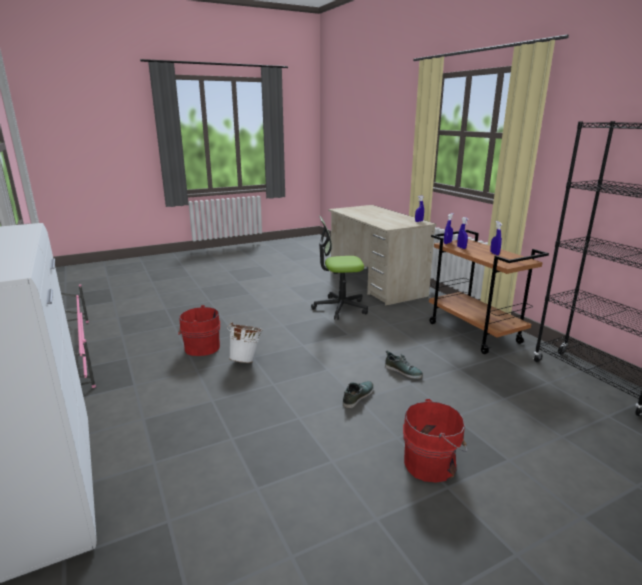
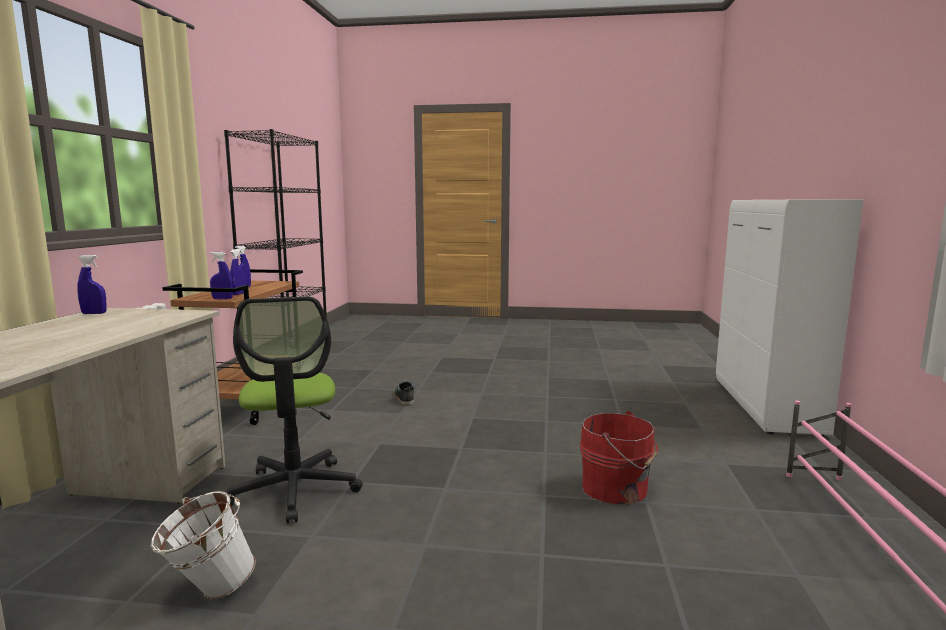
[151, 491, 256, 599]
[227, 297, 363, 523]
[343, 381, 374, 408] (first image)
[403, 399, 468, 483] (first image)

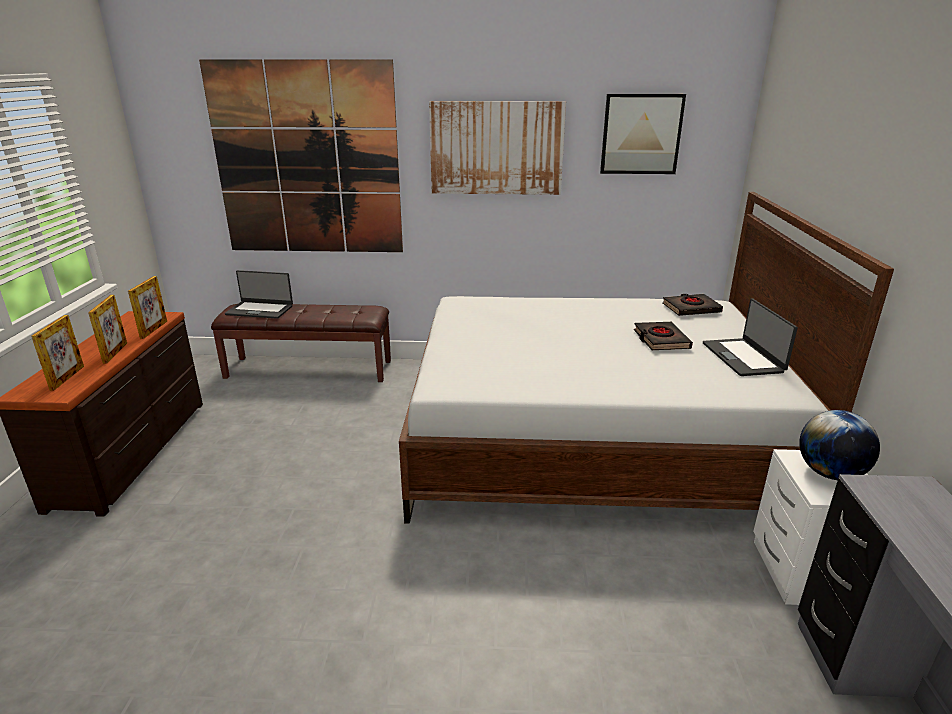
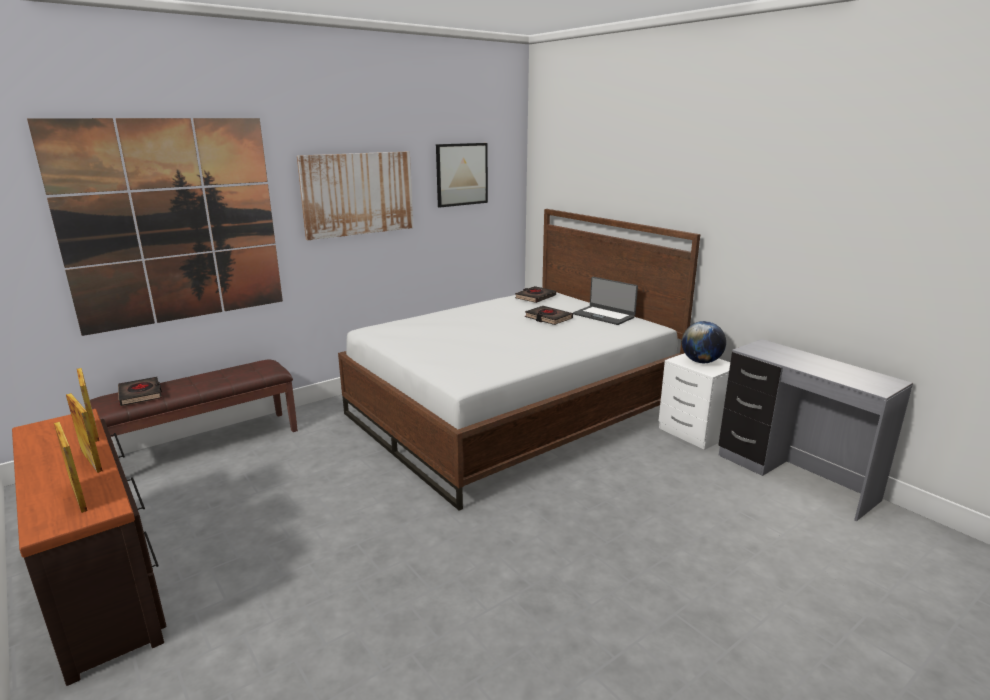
[118, 377, 162, 406]

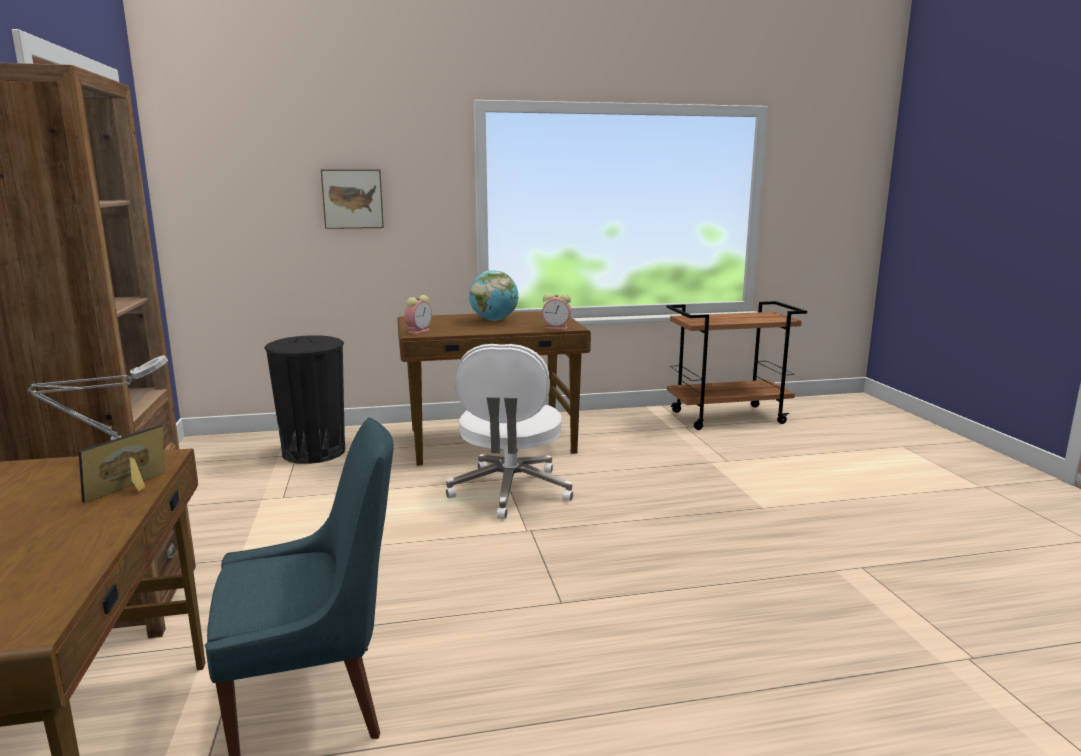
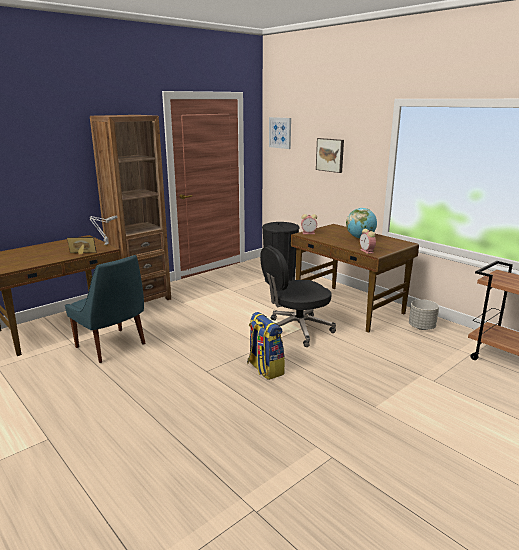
[247, 312, 285, 380]
[260, 245, 336, 347]
[269, 117, 291, 149]
[409, 299, 439, 330]

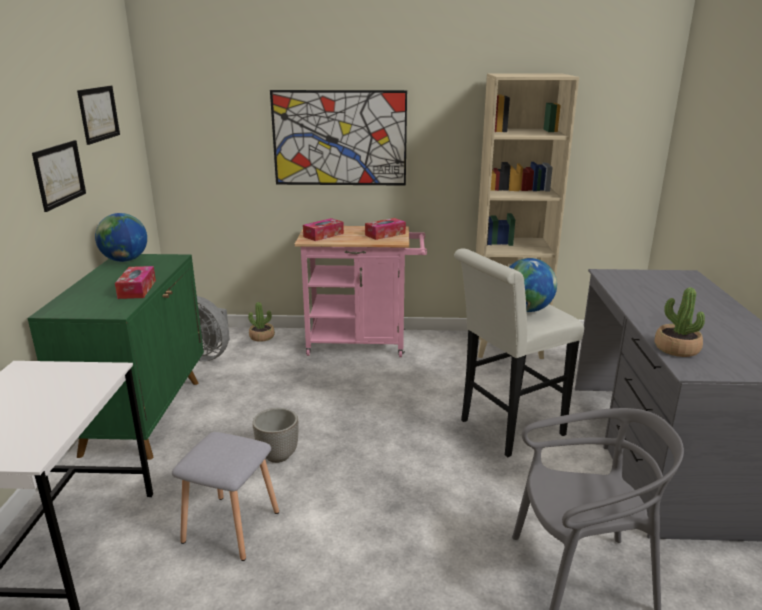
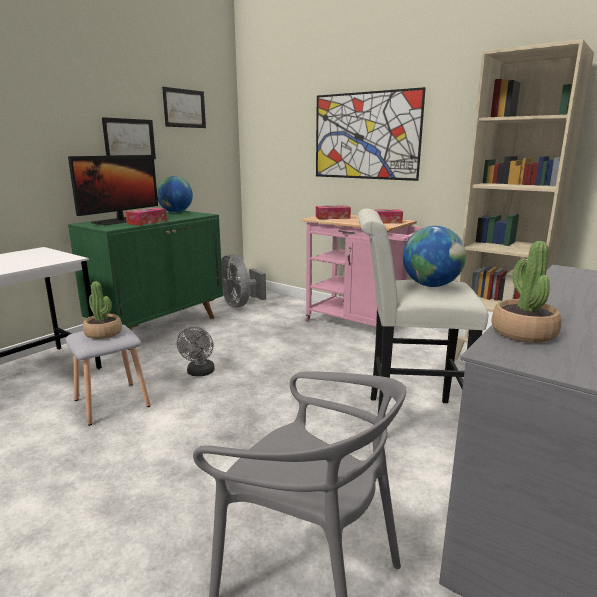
[68, 155, 158, 225]
[83, 281, 122, 339]
[177, 327, 215, 376]

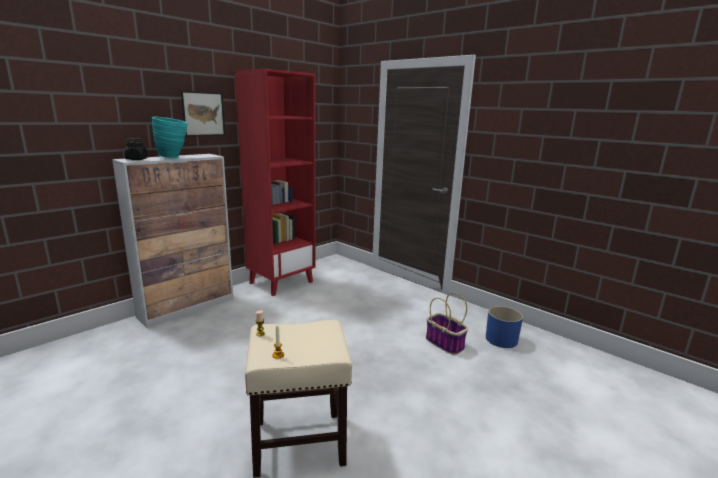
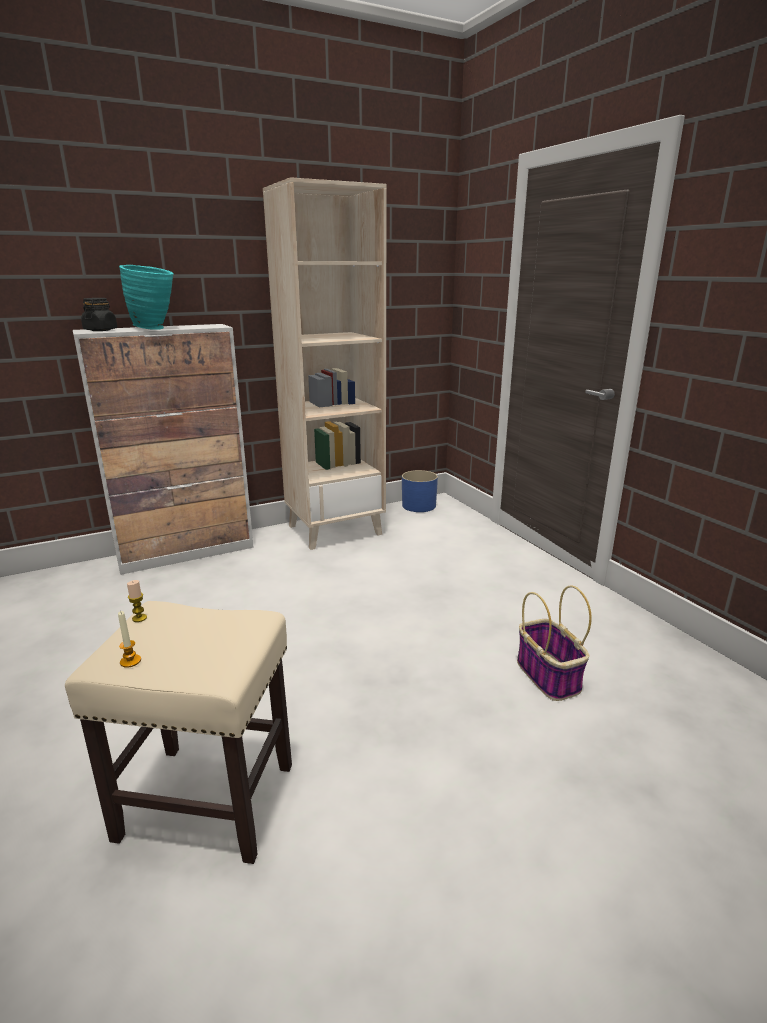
[263, 177, 387, 550]
[402, 470, 438, 512]
[181, 91, 225, 136] (first image)

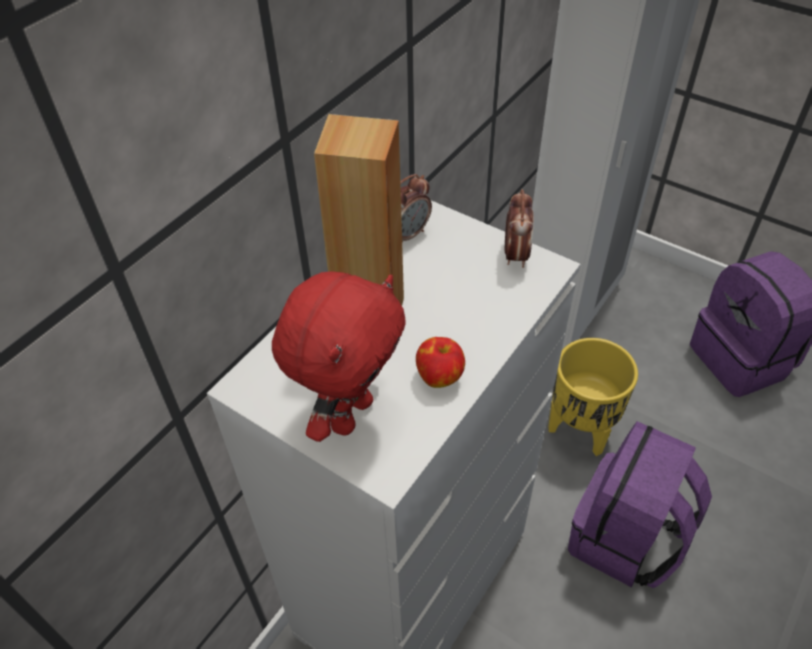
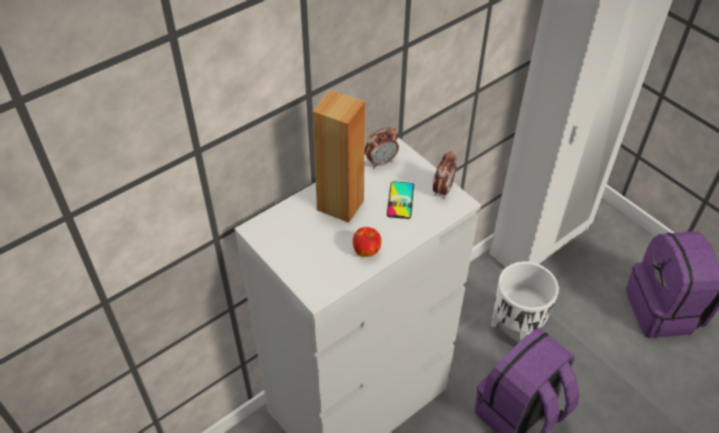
[387, 181, 414, 219]
[491, 261, 559, 341]
[272, 271, 406, 442] (first image)

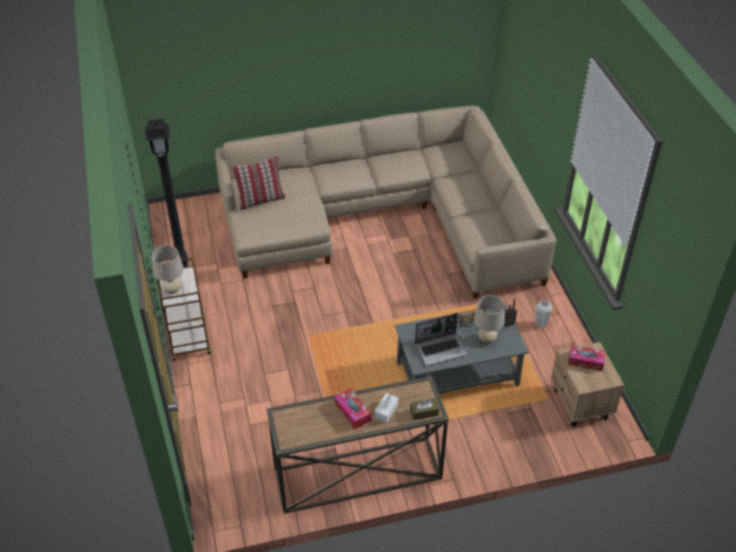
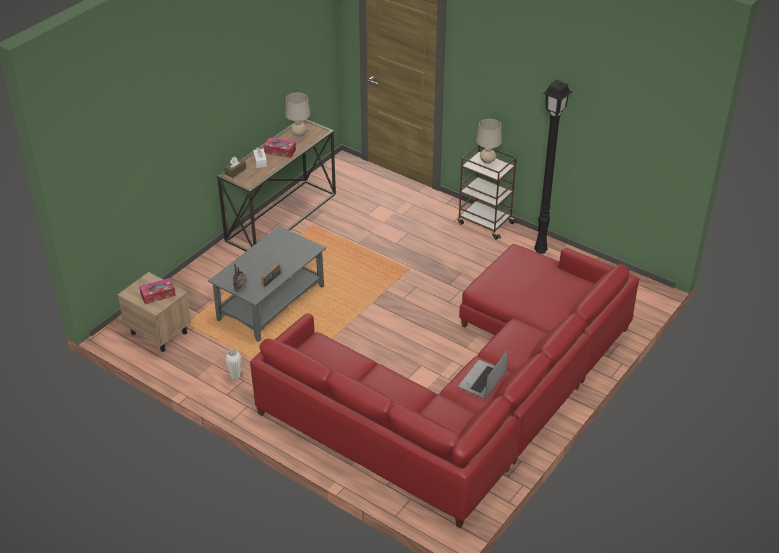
[250, 244, 639, 528]
[285, 92, 310, 137]
[458, 350, 508, 399]
[232, 156, 285, 210] (first image)

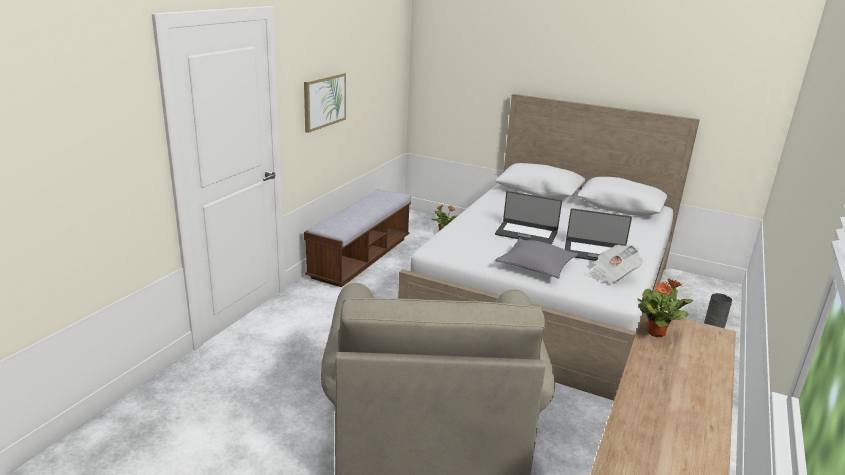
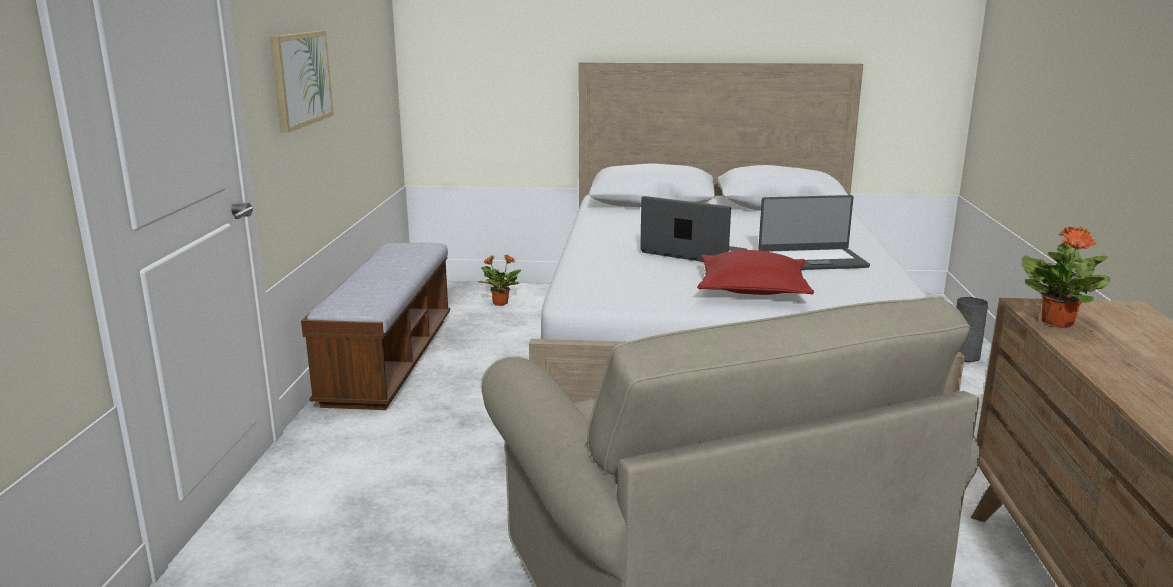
[640, 196, 747, 262]
[697, 250, 814, 295]
[588, 245, 642, 283] (first image)

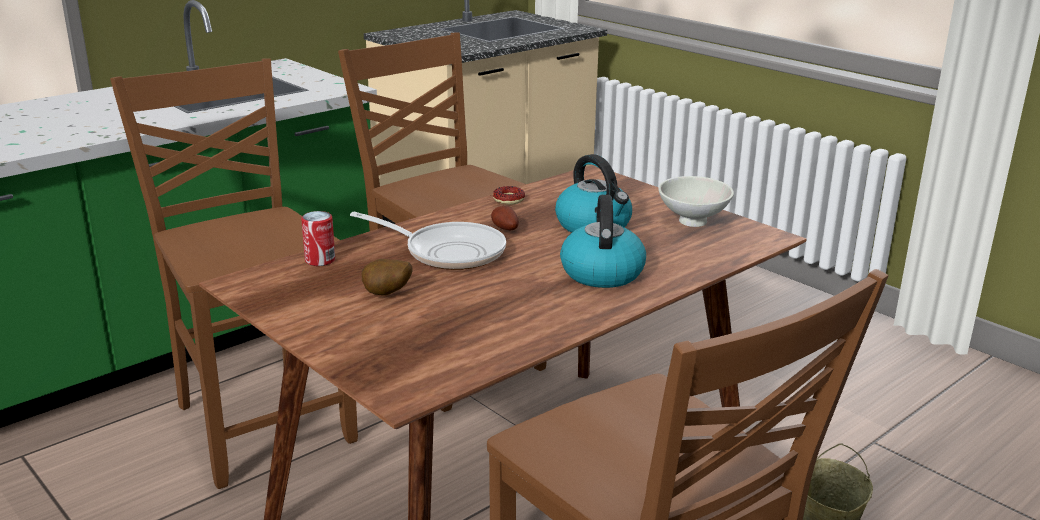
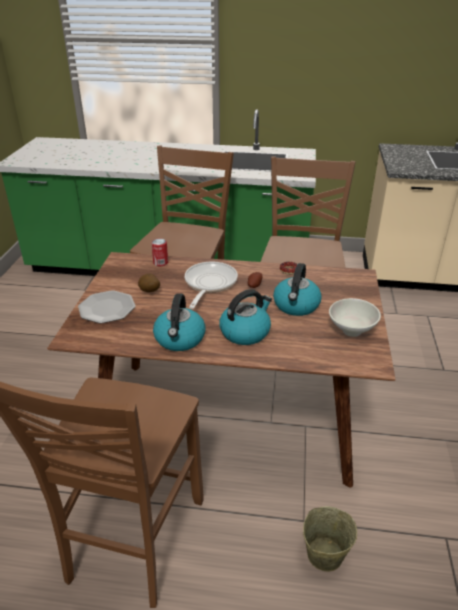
[78, 290, 136, 323]
[153, 293, 205, 351]
[185, 262, 238, 309]

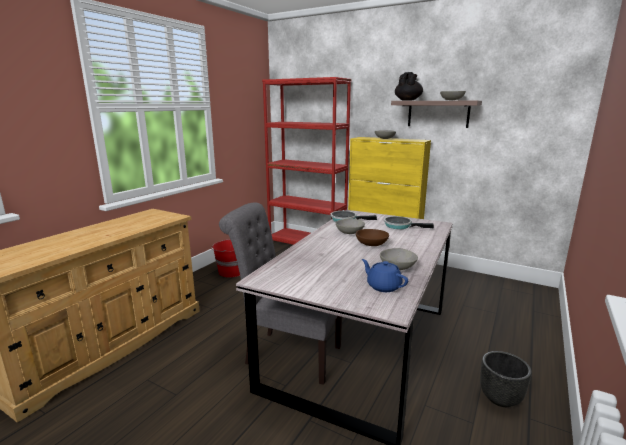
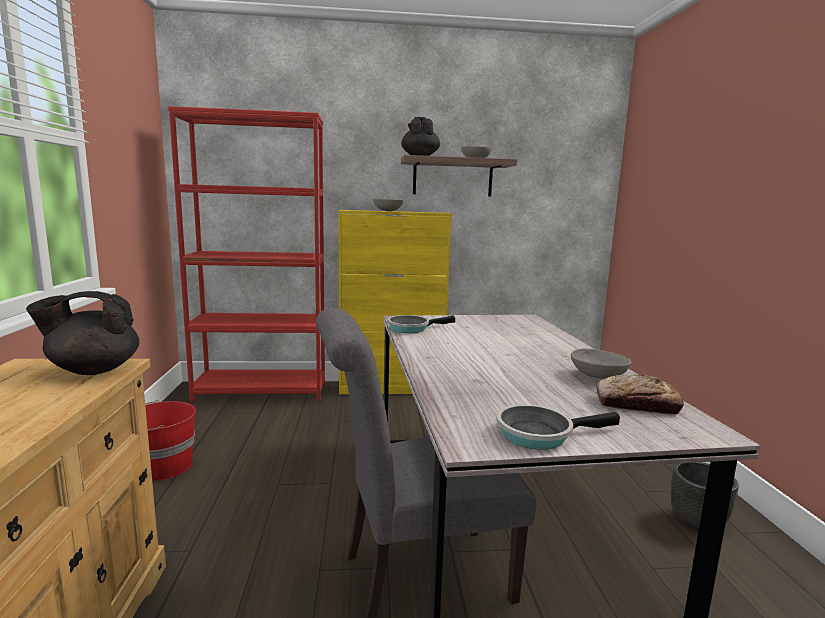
[26, 291, 139, 375]
[497, 404, 620, 450]
[596, 375, 684, 415]
[336, 219, 365, 234] (first image)
[356, 229, 389, 246] (first image)

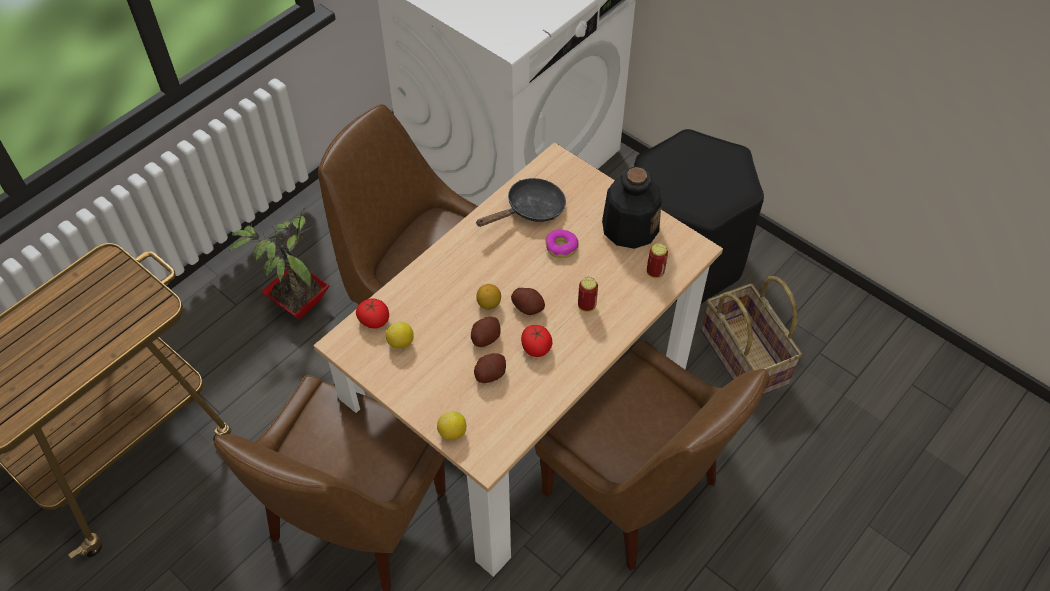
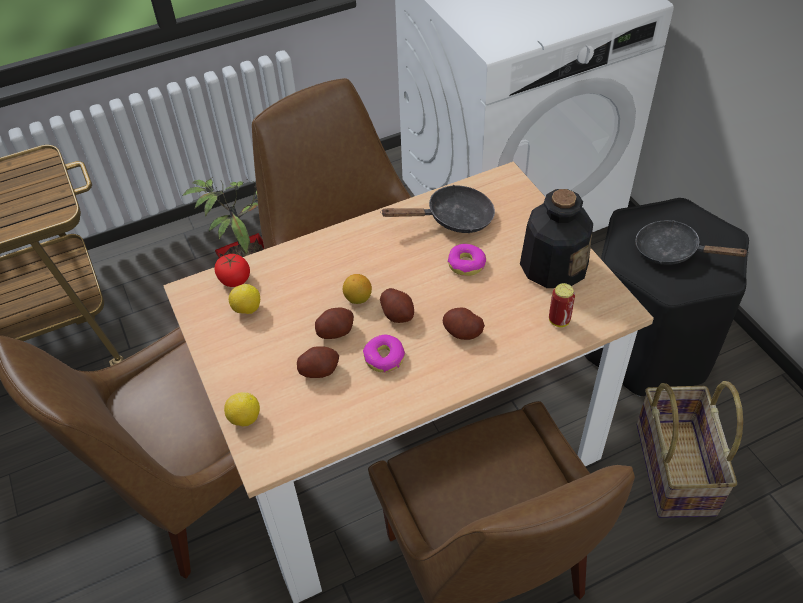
[363, 335, 405, 372]
[443, 308, 485, 340]
[635, 220, 749, 265]

